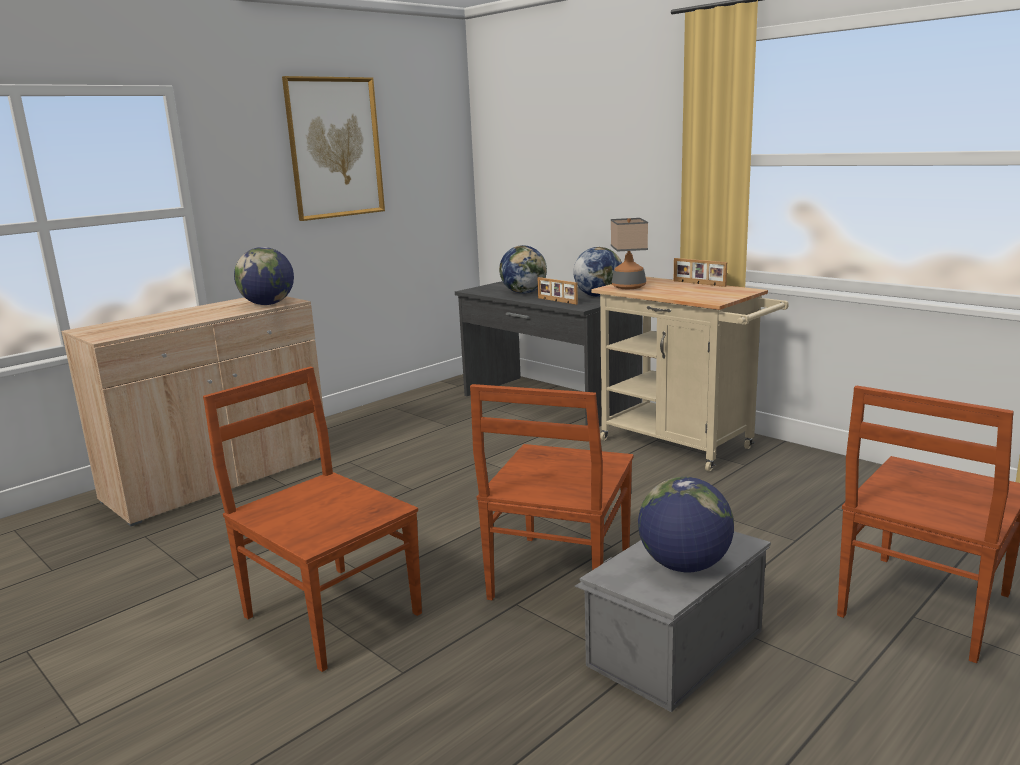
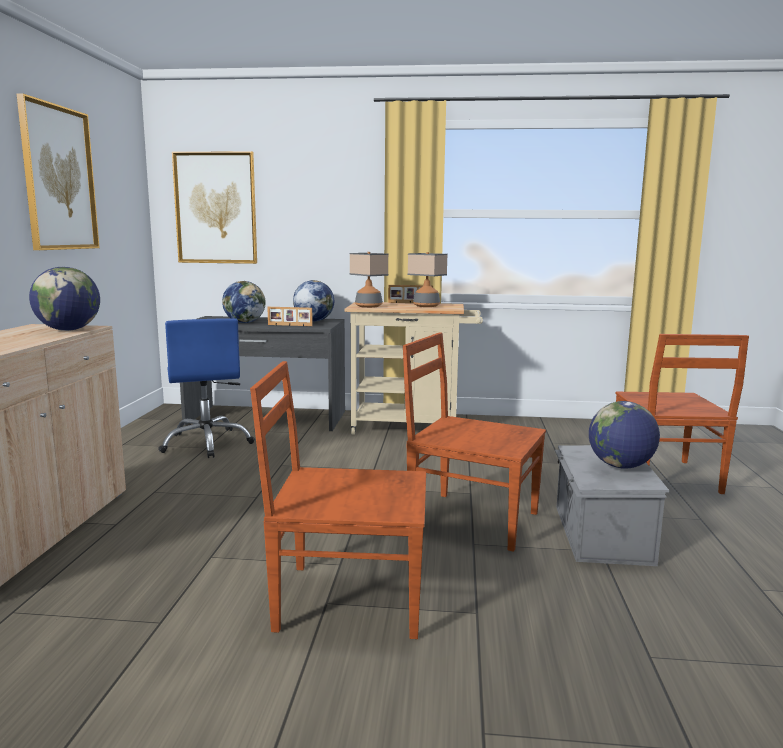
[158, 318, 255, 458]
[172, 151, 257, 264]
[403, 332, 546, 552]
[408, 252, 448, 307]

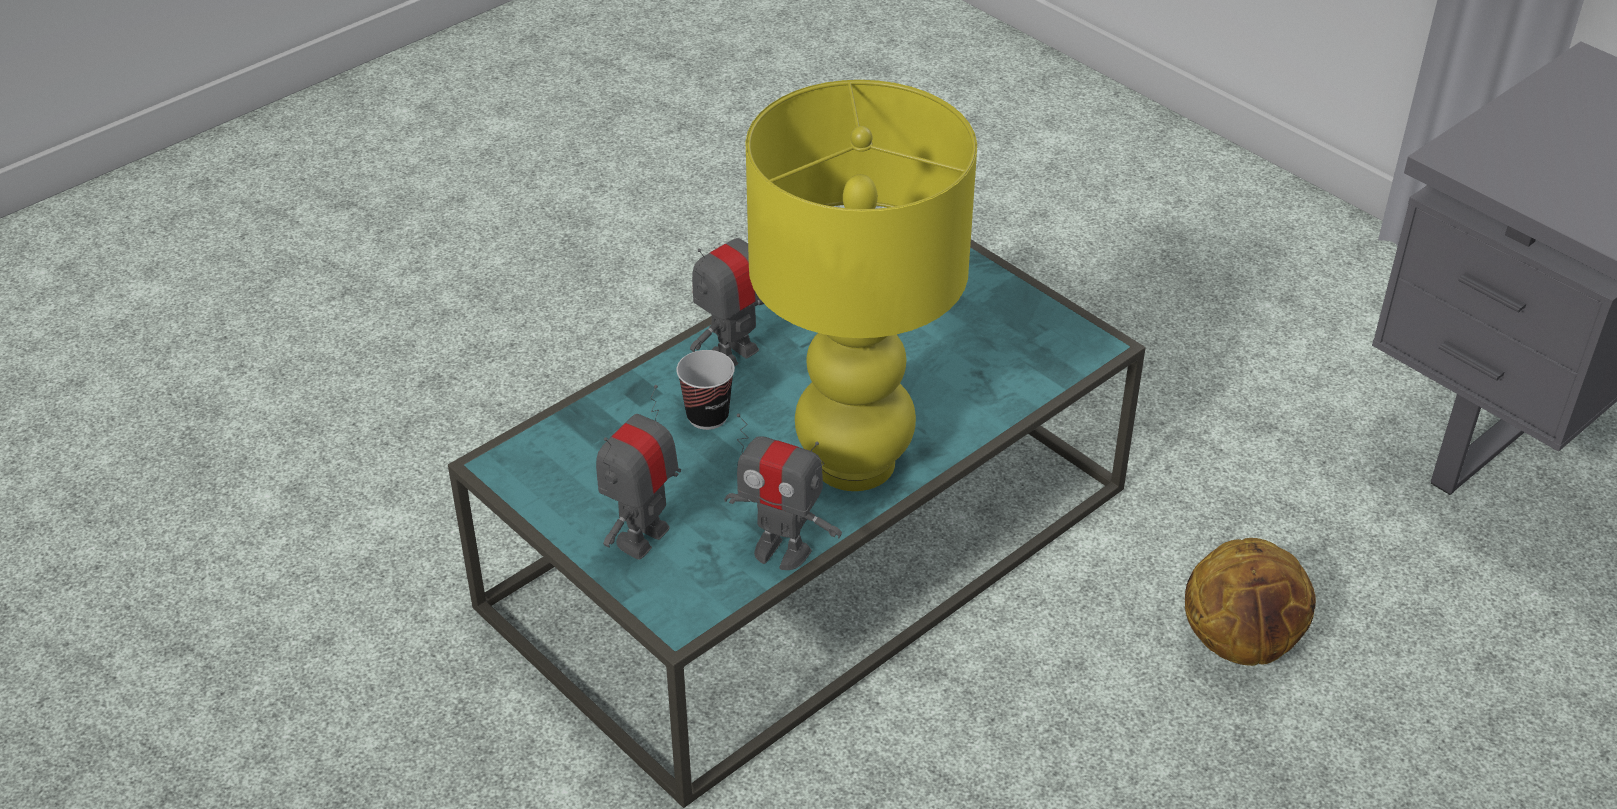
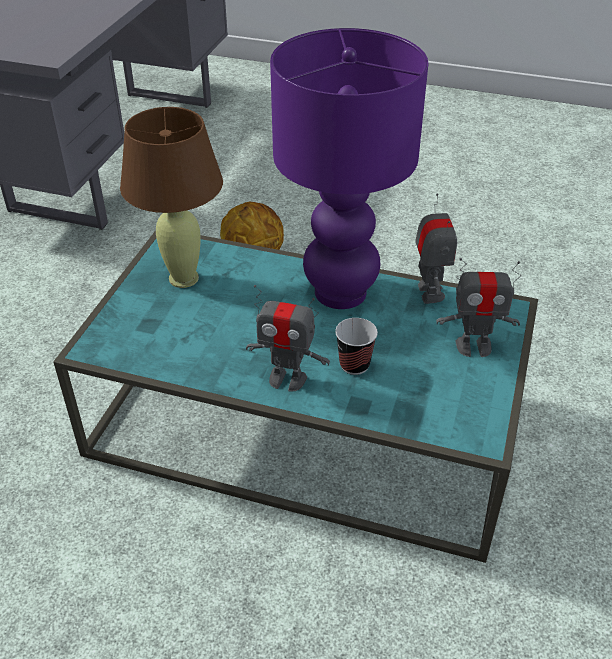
[120, 107, 223, 288]
[270, 28, 429, 309]

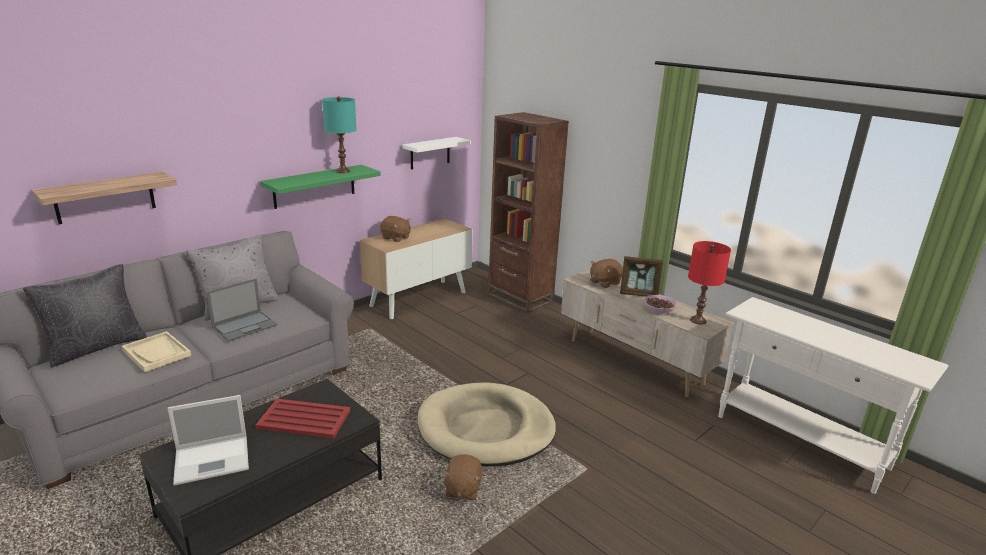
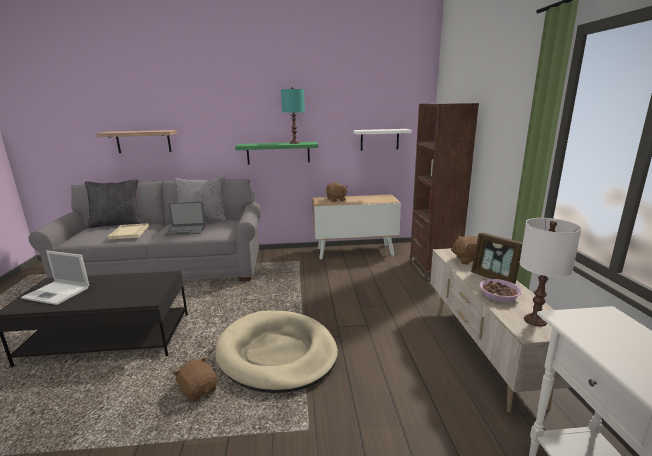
[173, 357, 217, 403]
[519, 218, 582, 327]
[255, 399, 350, 438] (first image)

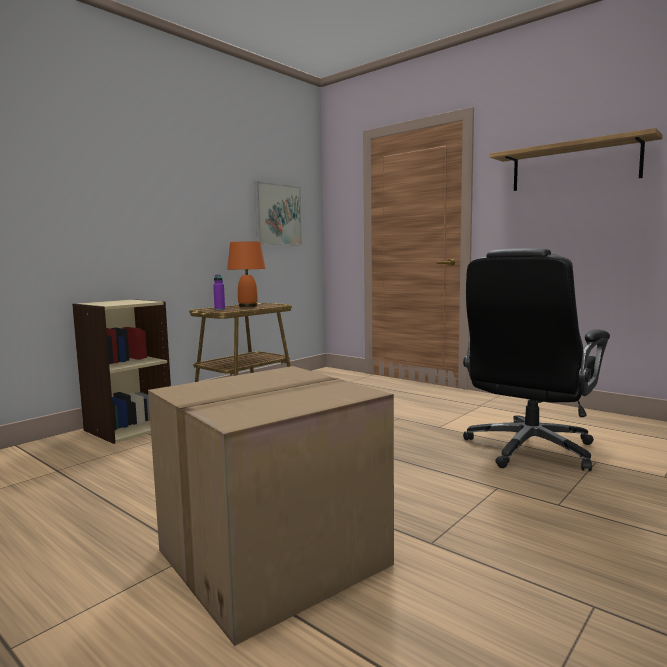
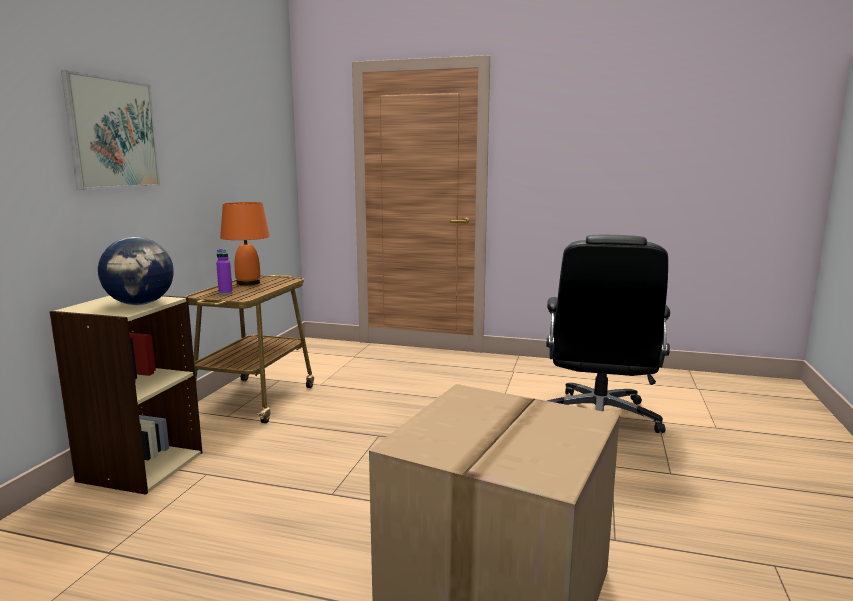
[61, 70, 160, 190]
[98, 237, 174, 305]
[490, 128, 663, 191] (first image)

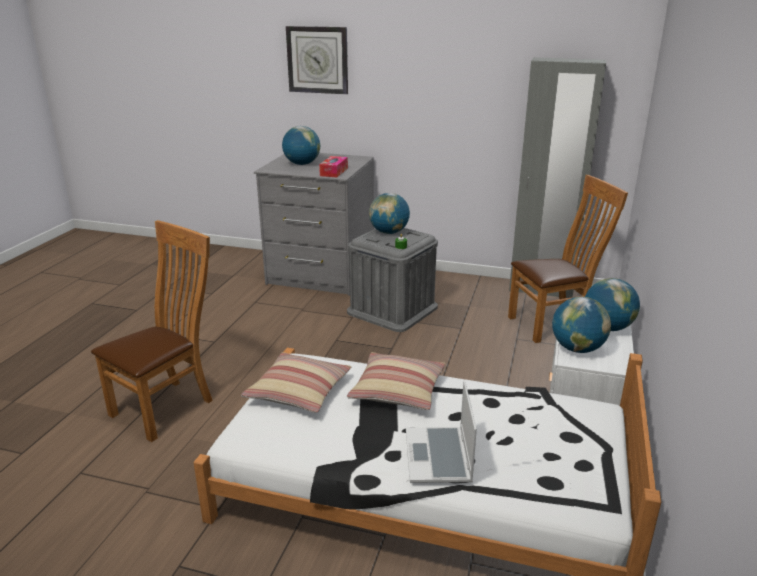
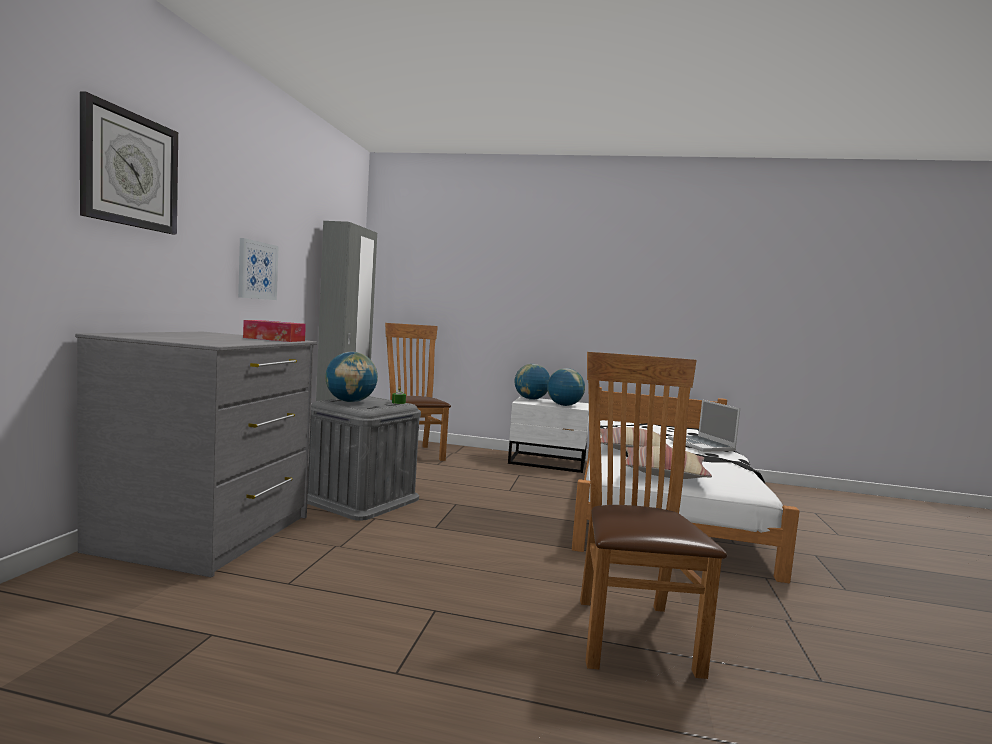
[238, 238, 279, 300]
[580, 352, 727, 679]
[668, 399, 740, 452]
[282, 126, 320, 165] (first image)

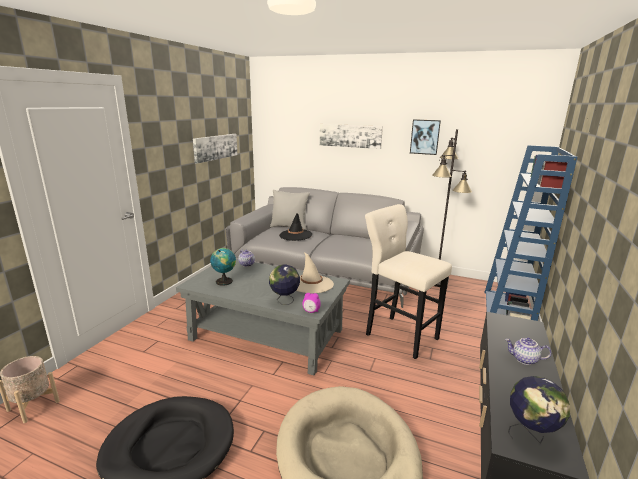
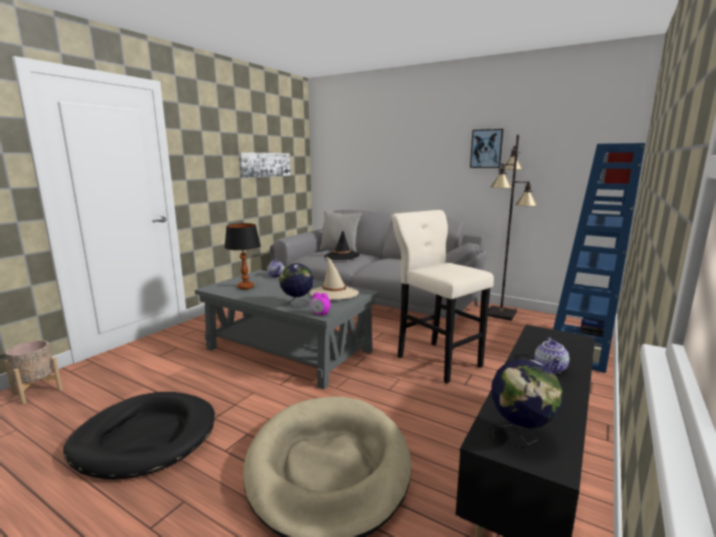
[224, 223, 261, 289]
[535, 337, 569, 374]
[320, 124, 383, 149] (first image)

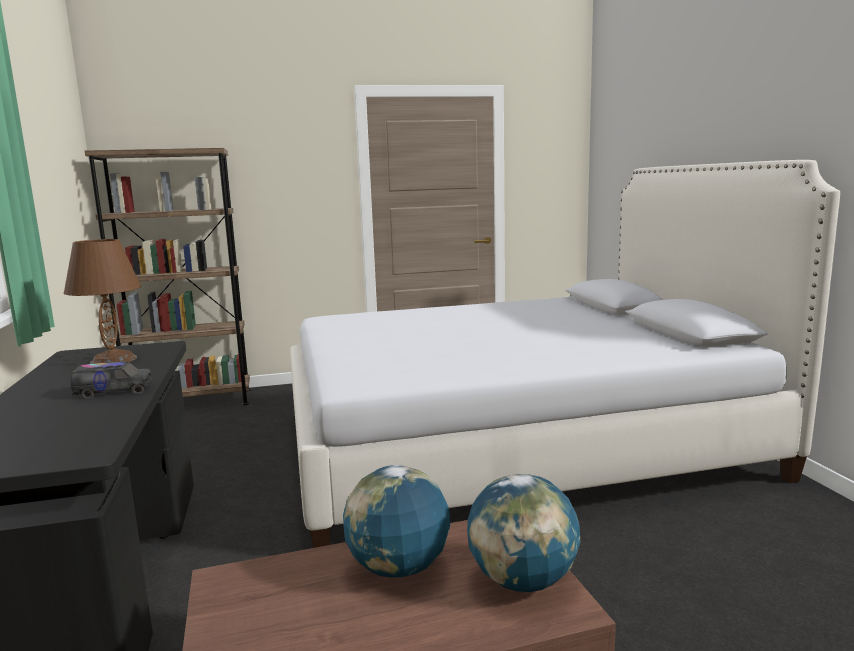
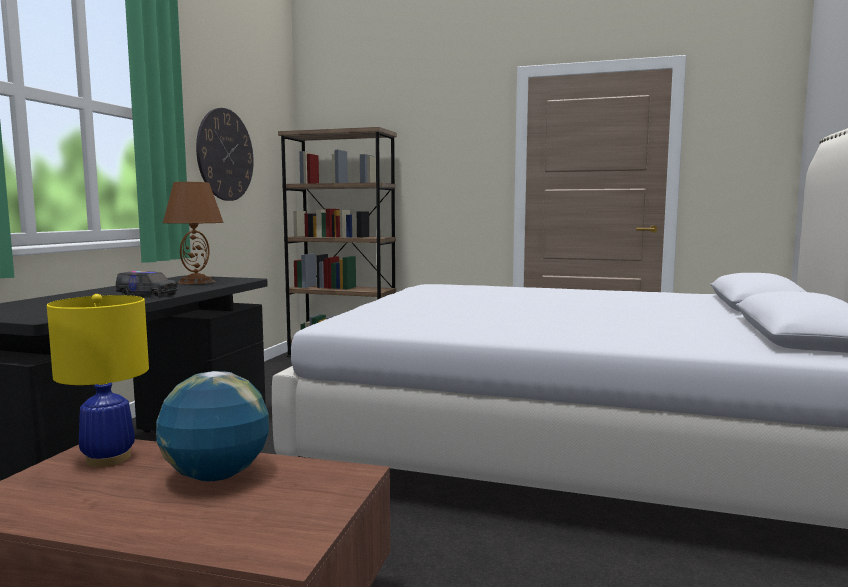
[47, 294, 149, 467]
[196, 108, 254, 201]
[467, 474, 580, 592] (first image)

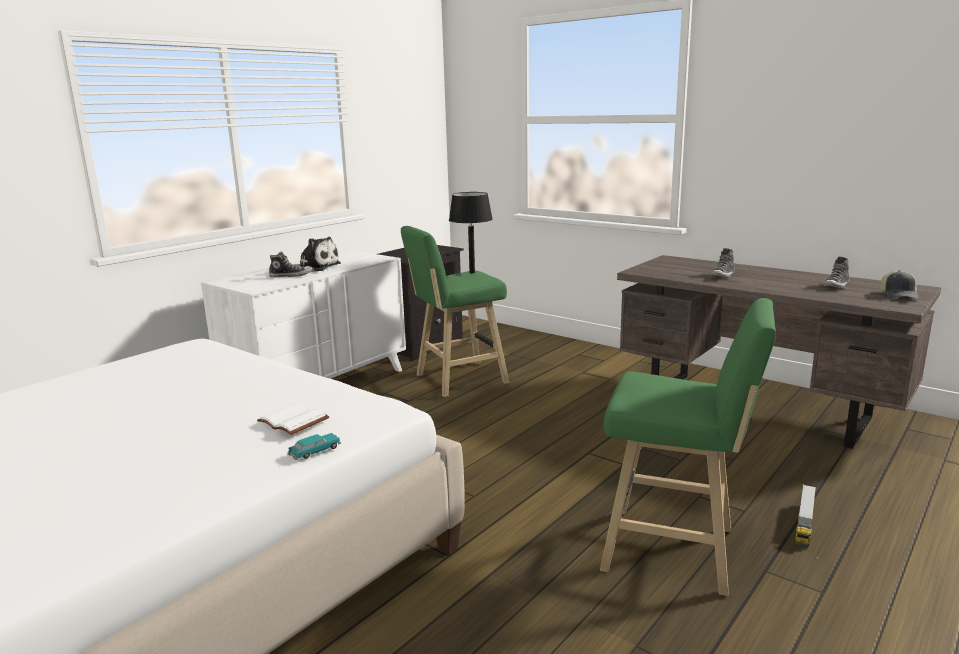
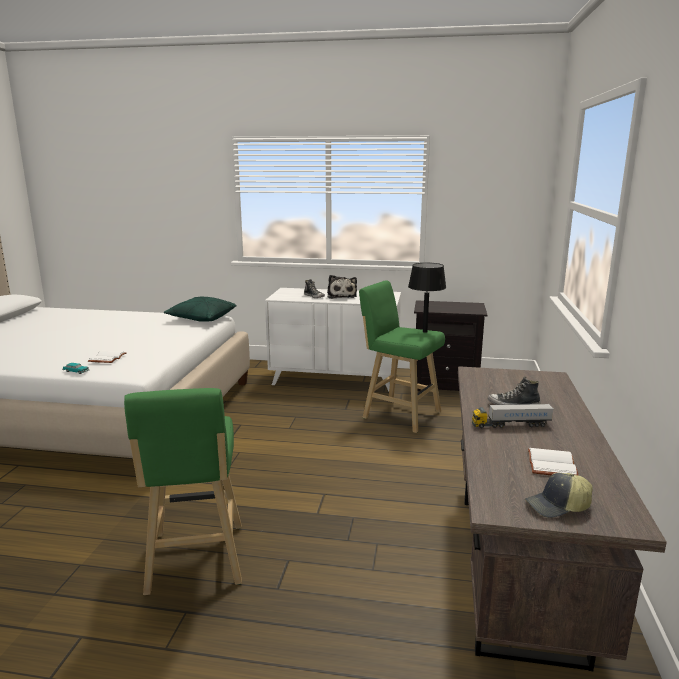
[163, 297, 237, 322]
[472, 404, 554, 428]
[528, 448, 579, 476]

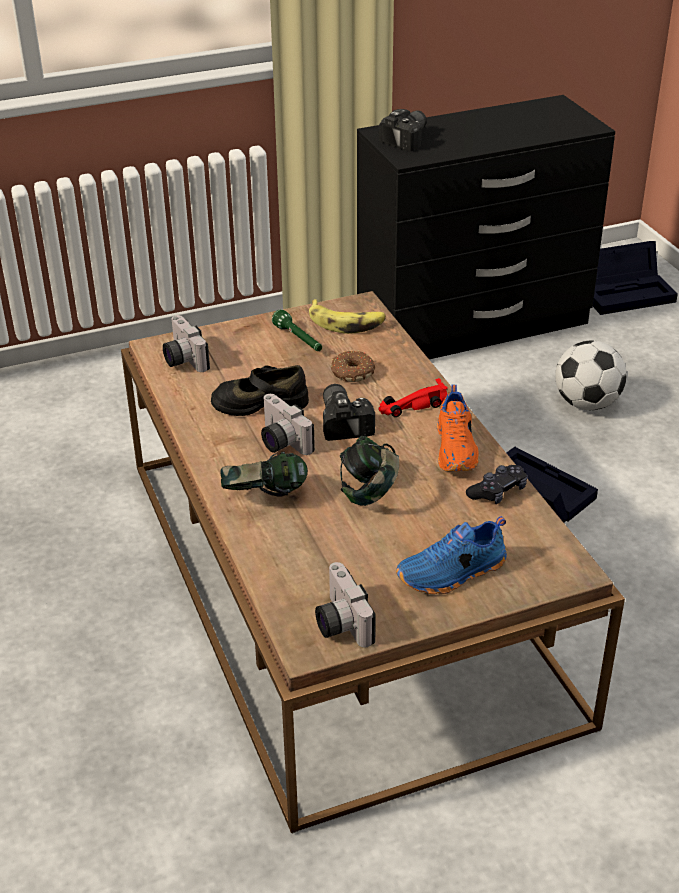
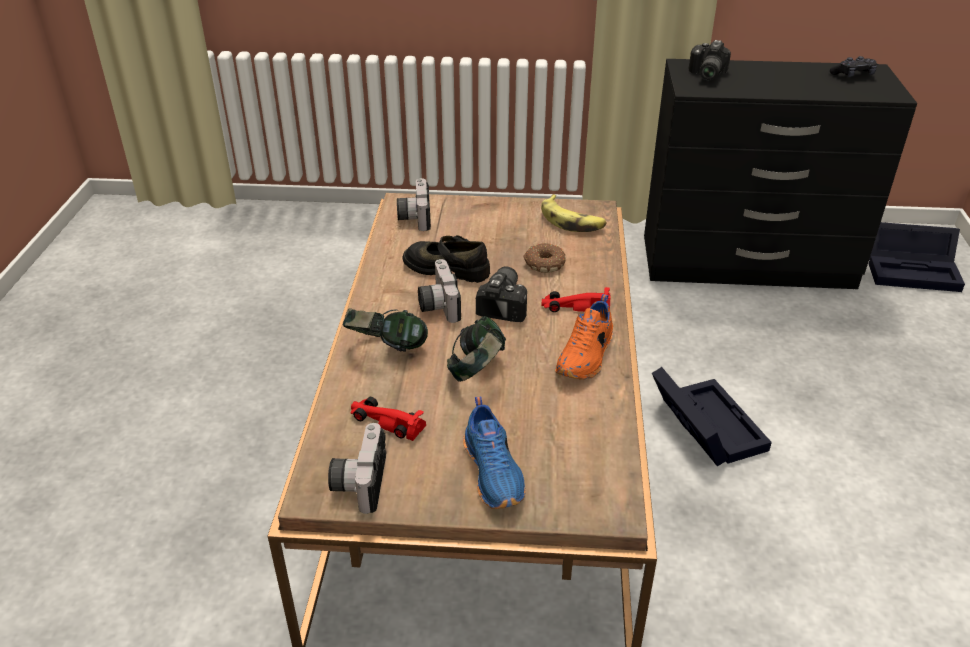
[351, 397, 426, 441]
[463, 397, 525, 509]
[689, 40, 731, 81]
[830, 56, 877, 77]
[272, 309, 322, 351] (first image)
[555, 340, 627, 410] (first image)

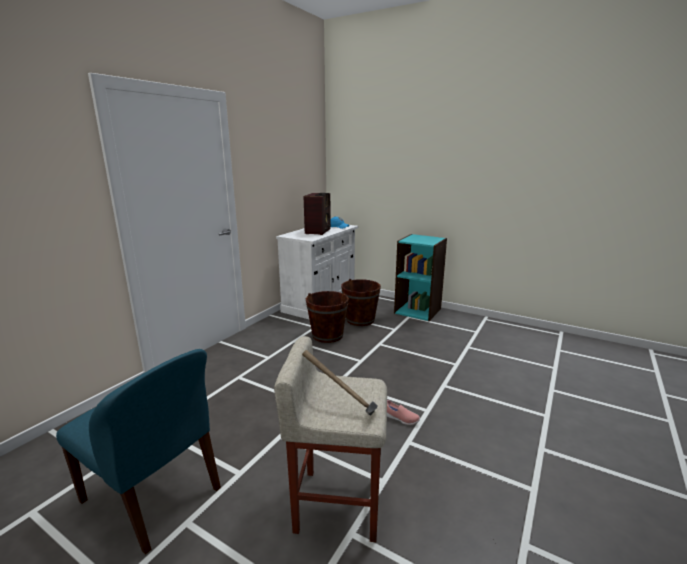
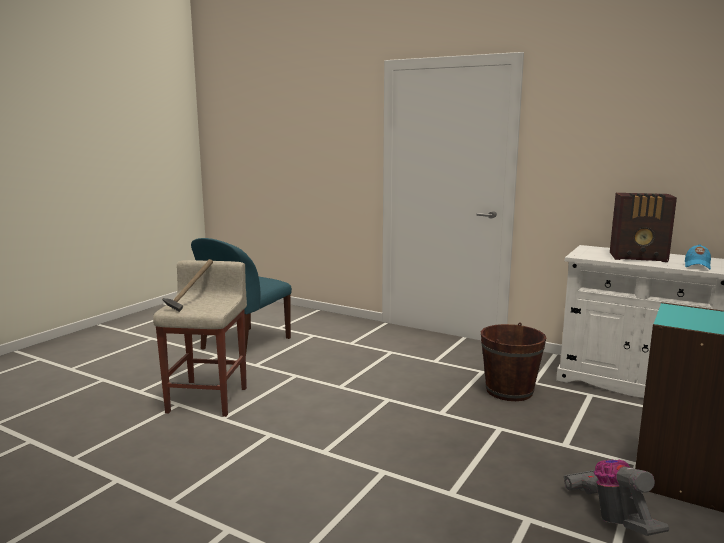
[564, 459, 669, 536]
[341, 279, 381, 326] (first image)
[387, 400, 420, 425] (first image)

